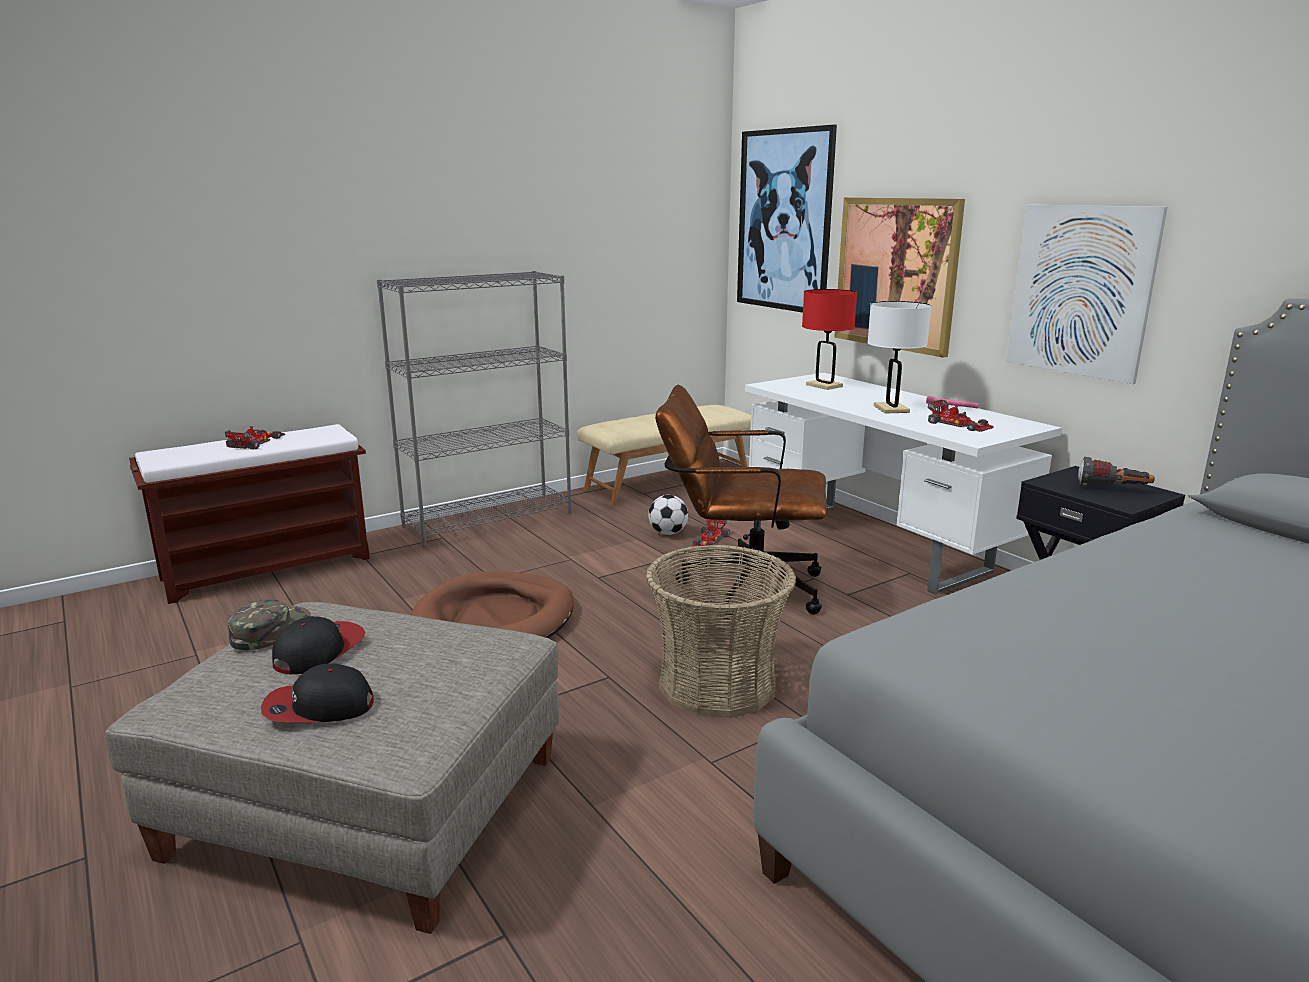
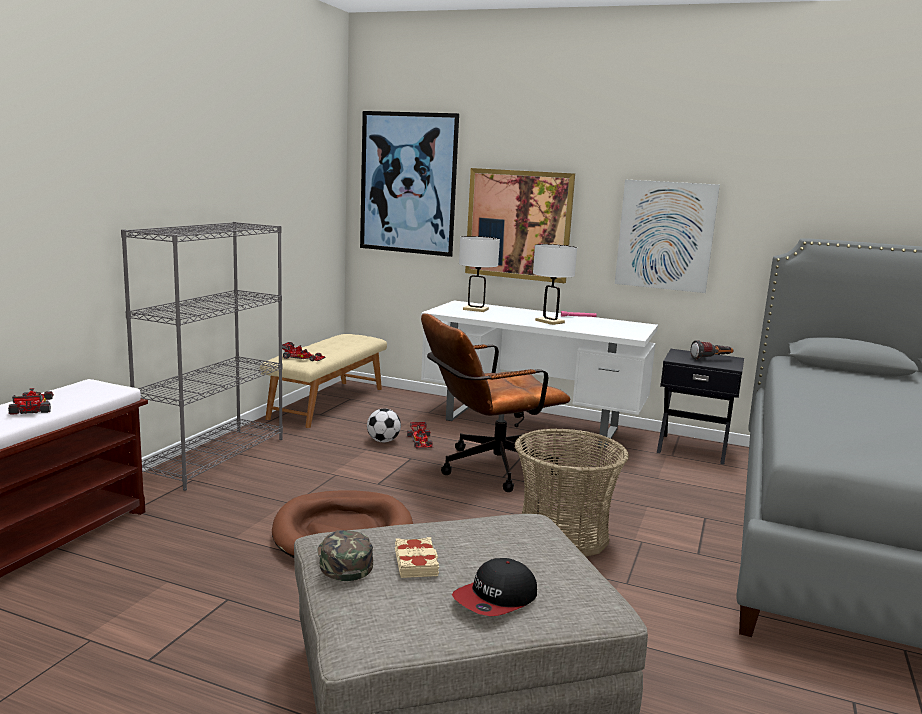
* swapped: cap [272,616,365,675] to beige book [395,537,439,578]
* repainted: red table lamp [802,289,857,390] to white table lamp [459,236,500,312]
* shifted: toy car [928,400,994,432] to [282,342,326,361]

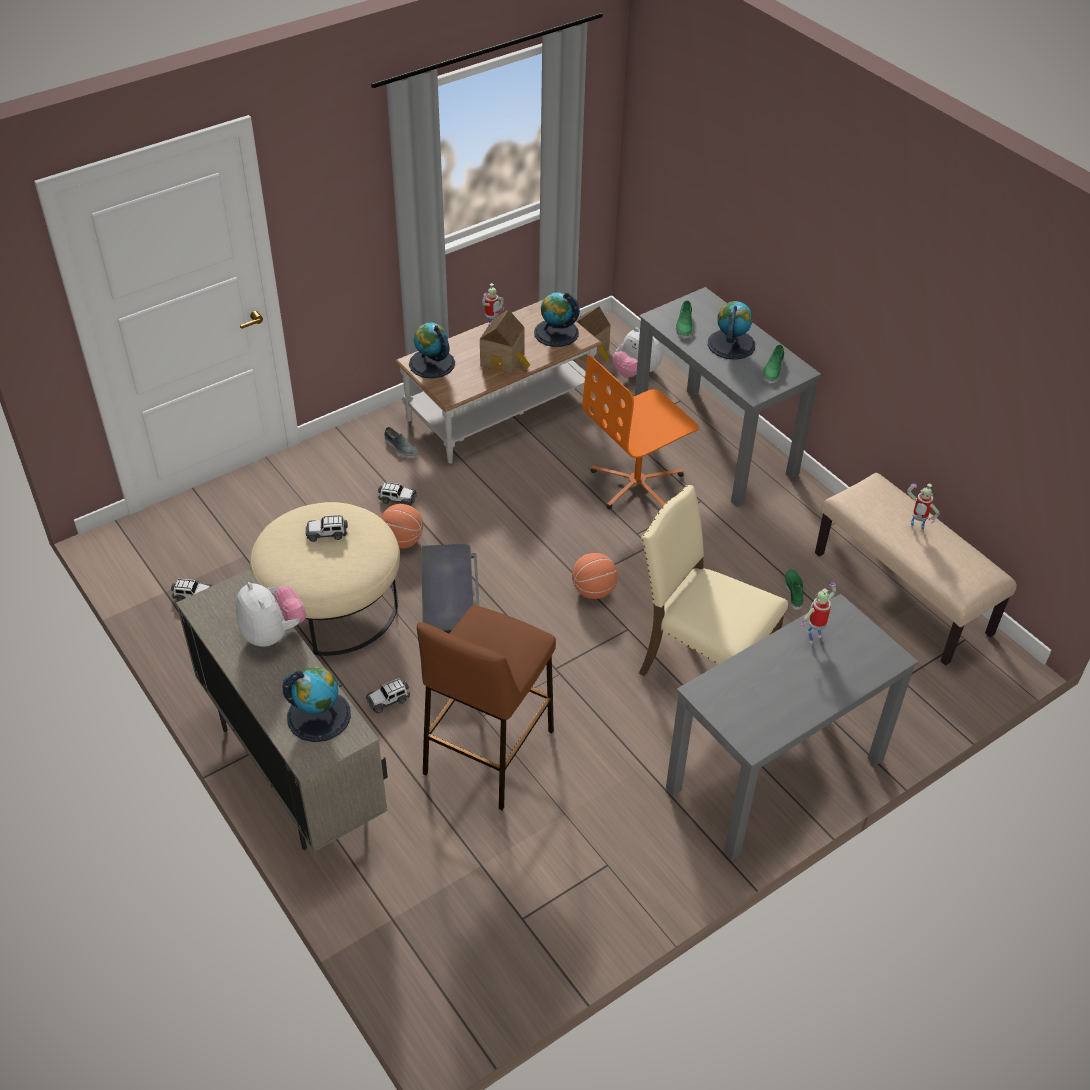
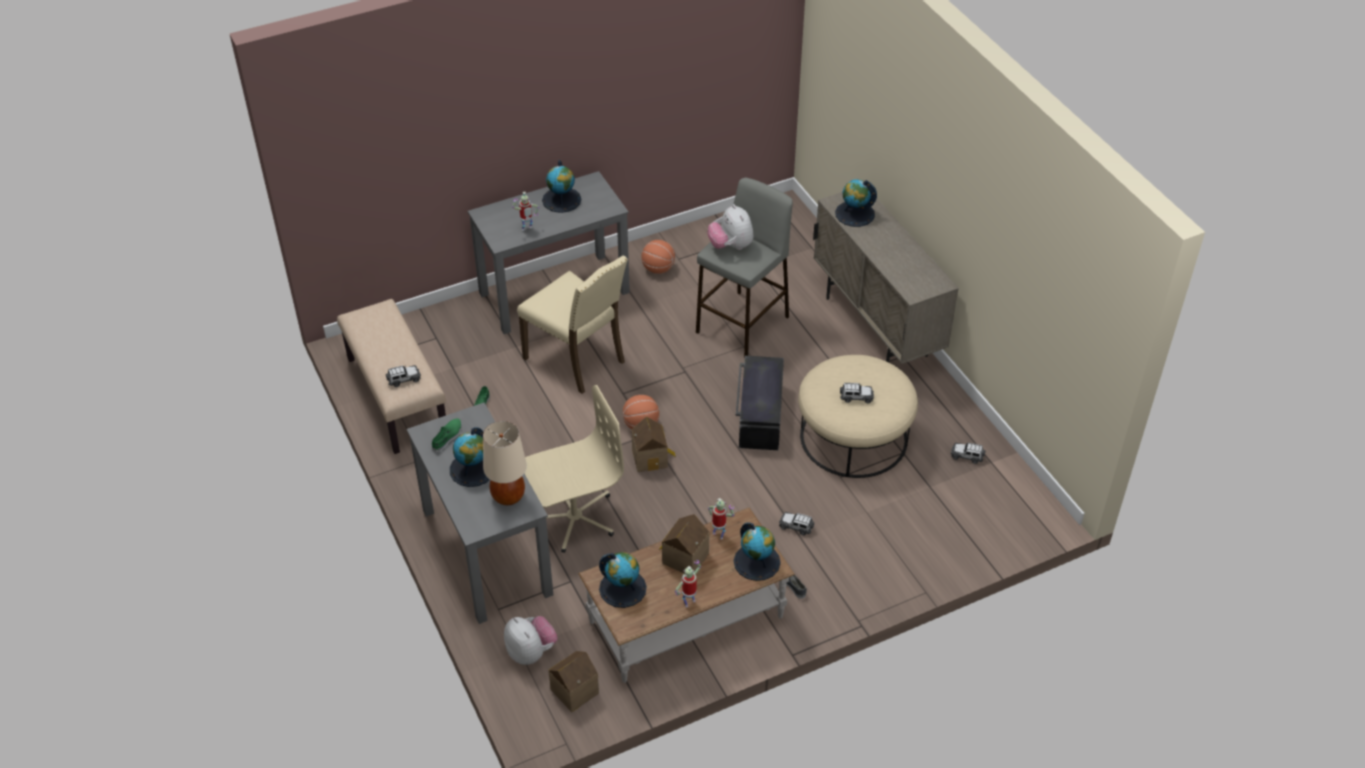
* shifted: plush toy [236,582,306,647] to [708,204,754,250]
* shifted: toy car [366,678,410,713] to [386,365,421,387]
* shifted: basketball [381,504,423,548] to [641,240,675,274]
* repainted: brown stool [417,605,556,810] to grey stool [696,178,793,358]
* repainted: orange office chair [583,355,699,510] to beige office chair [524,385,624,553]
* swapped: green shoe [676,301,692,339] to beige table lamp [483,421,527,505]
* shifted: toy robot [907,483,940,532] to [708,498,734,540]
* new: globe [542,160,581,213]
* new: toy house [631,416,676,472]

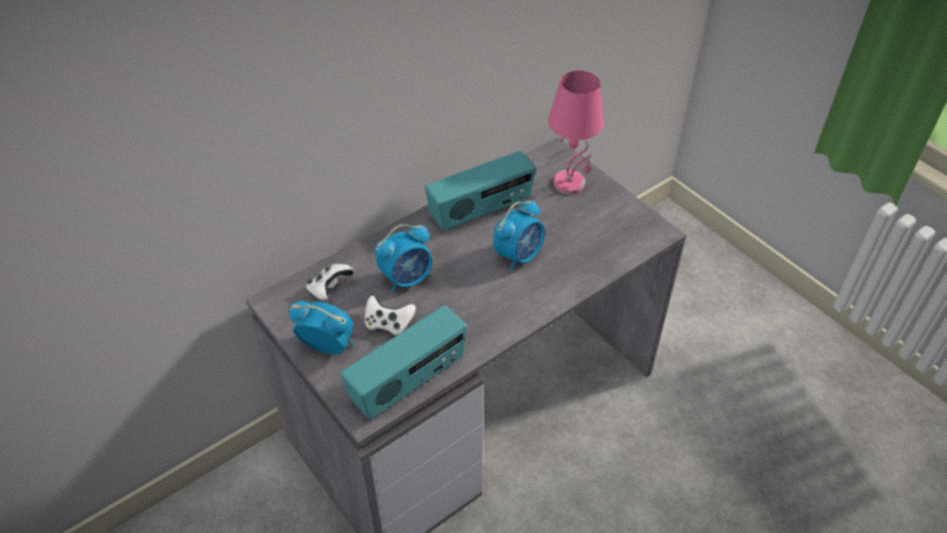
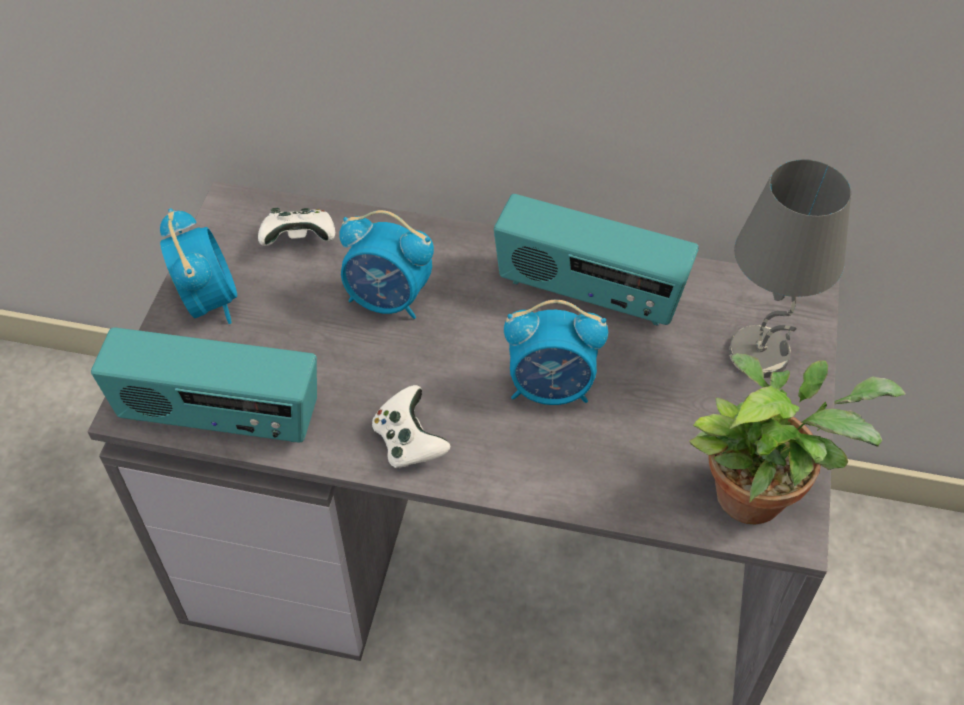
* shifted: white game controller [365,296,416,336] to [372,385,450,468]
* repainted: pink table lamp [548,70,604,195] to grey table lamp [729,159,851,378]
* new: potted plant [689,353,906,525]

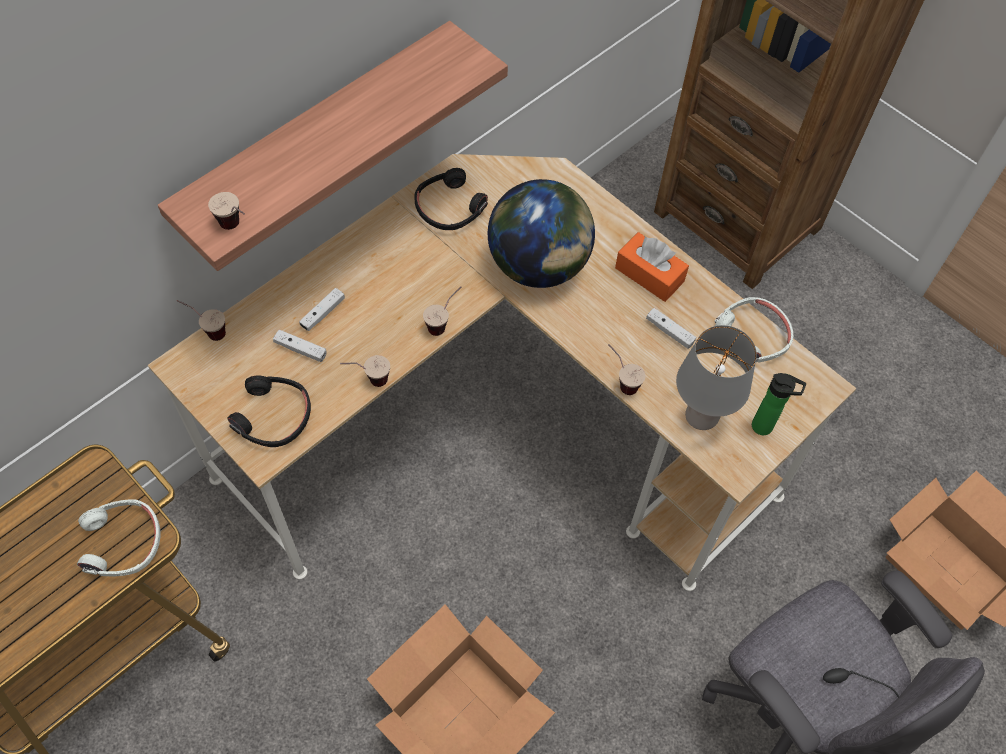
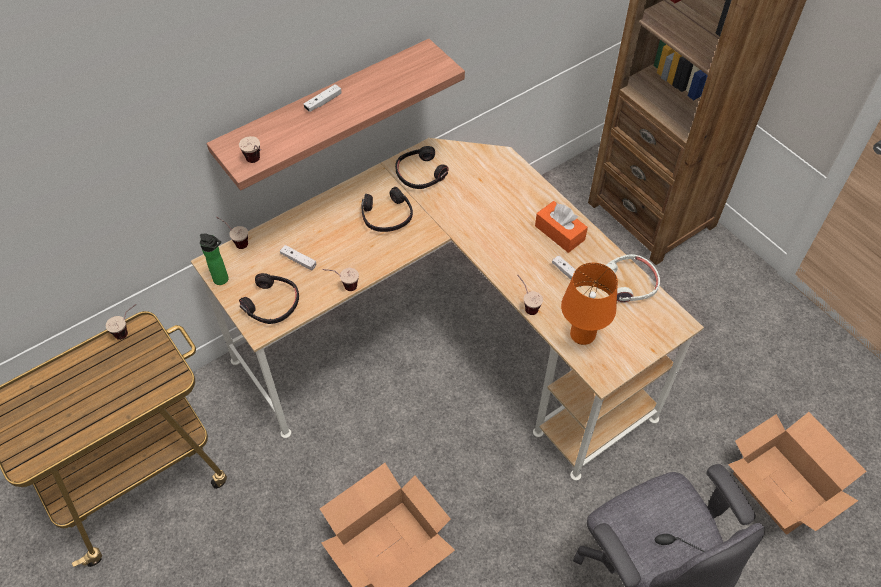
* gone: white headphones [77,499,160,577]
* shifted: white game controller [299,288,345,331] to [304,84,342,112]
* shifted: cup [423,286,461,336] to [106,304,136,340]
* gone: globe [488,179,595,288]
* repainted: grey table lamp [676,325,757,430] to orange table lamp [561,263,618,345]
* shifted: bottle [752,373,806,435] to [200,233,228,285]
* new: black headphones [361,187,413,232]

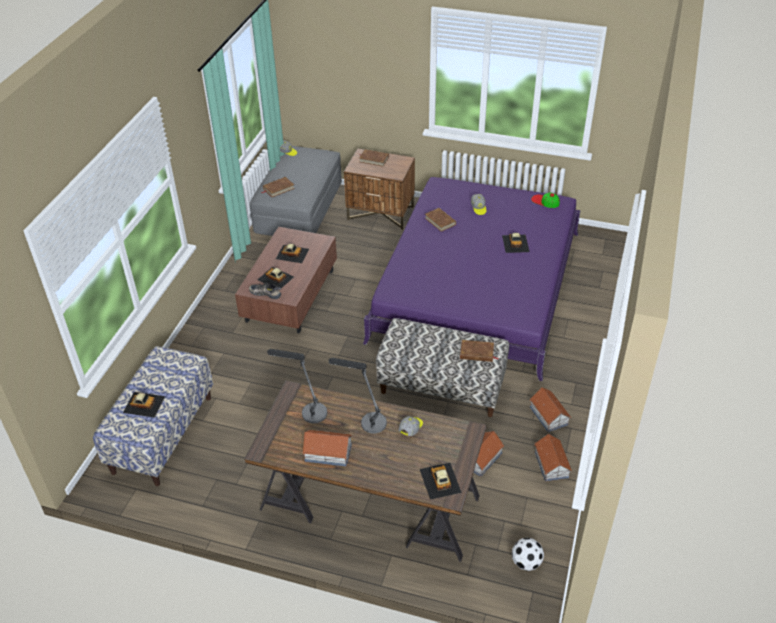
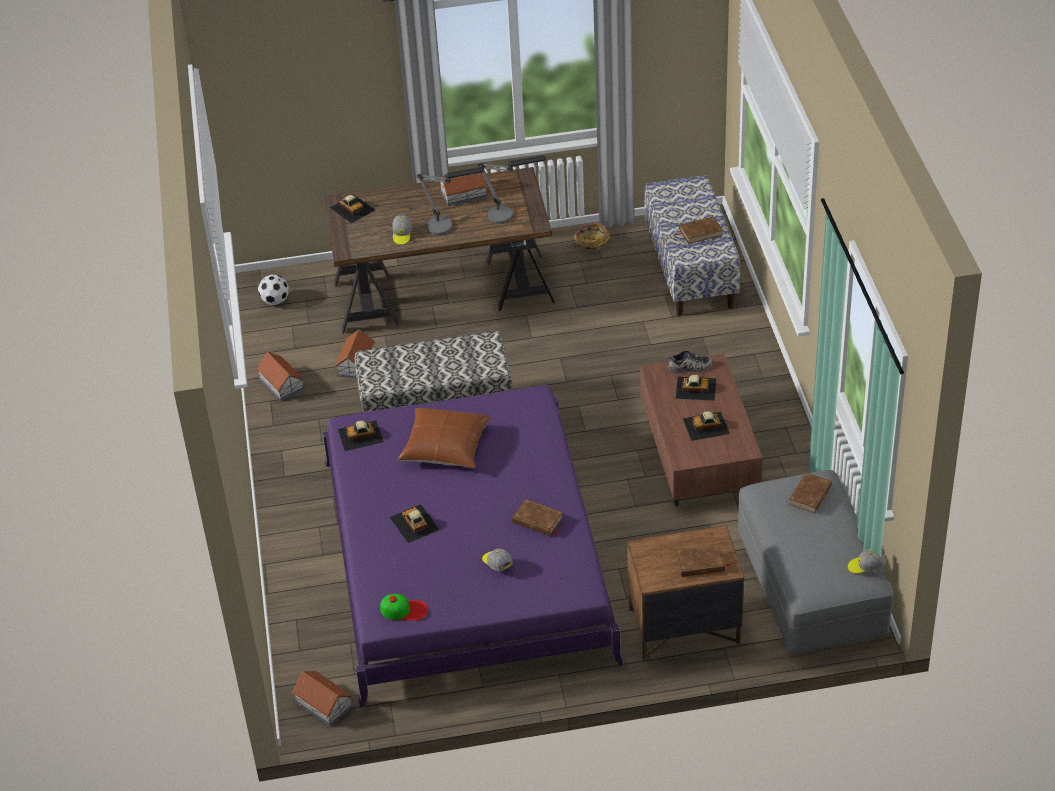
* shifted: toy car [123,392,165,417] to [338,420,384,451]
* shifted: brown book [460,340,499,362] to [676,216,723,244]
* shifted: toy house [530,387,571,432] to [292,671,353,727]
* new: brown pillow [398,408,491,468]
* new: basket [572,222,611,251]

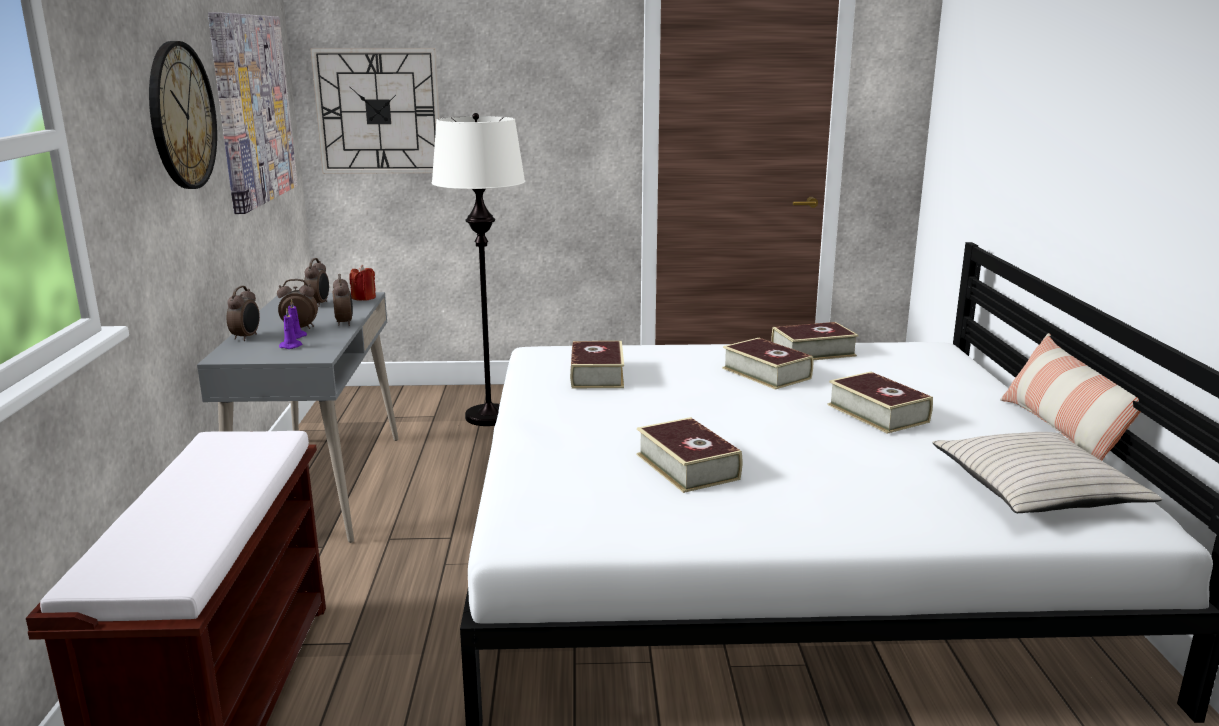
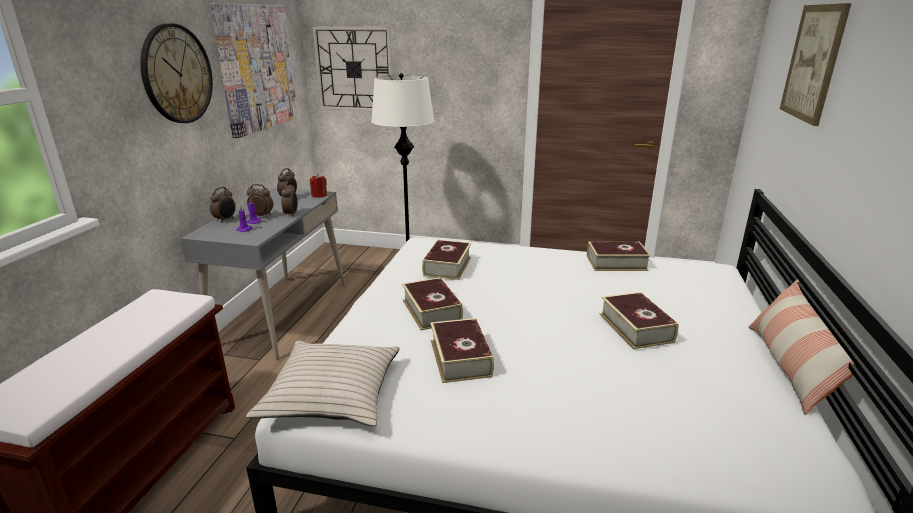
* shifted: book [722,338,813,390] to [402,277,463,330]
* shifted: beige pillow [933,432,1162,513] to [246,341,400,426]
* new: picture [780,3,851,126]

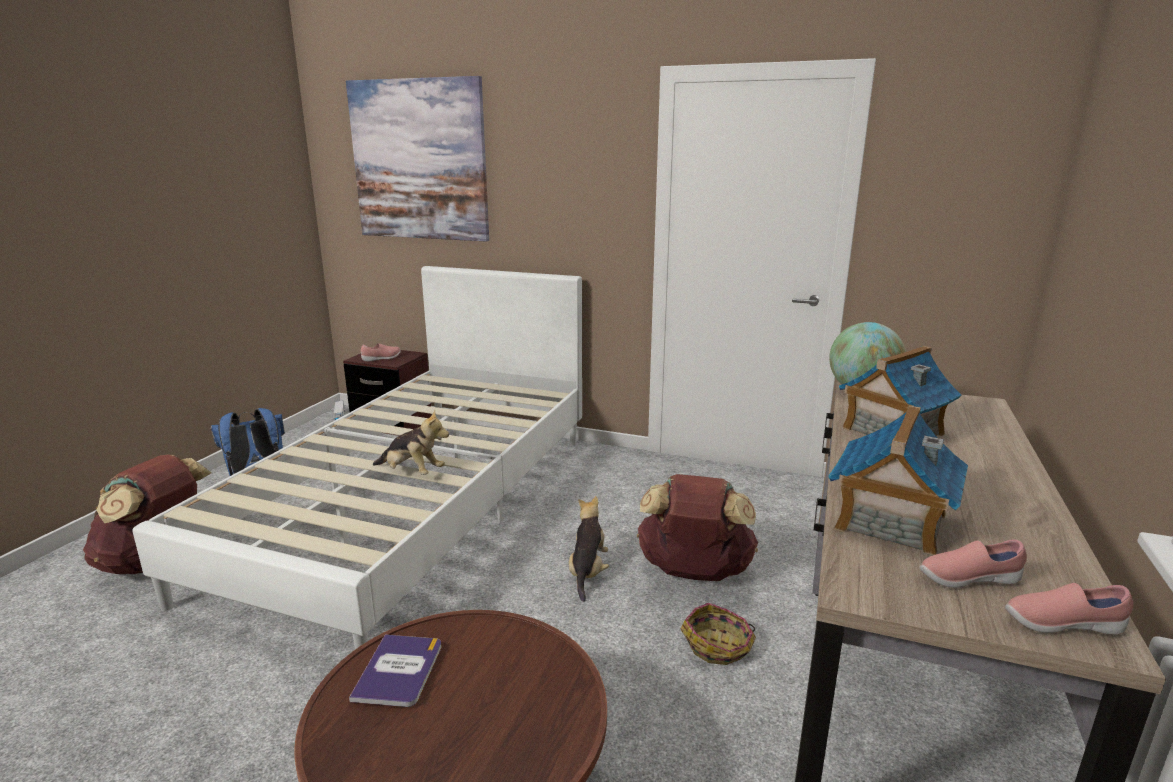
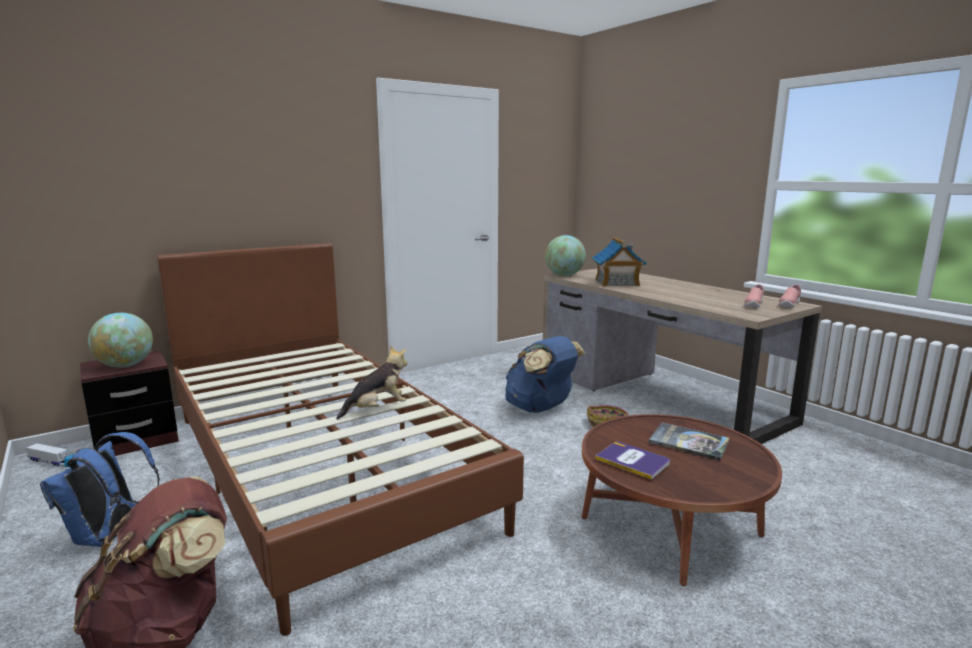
* repainted: white bed [132,266,582,649] to brown bed [157,243,524,636]
* gone: picture [346,76,489,242]
* swapped: pink shoe [361,343,401,361] to globe [88,313,153,367]
* gone: plush toy [569,496,609,602]
* repainted: brown backpack [637,474,758,581] to blue backpack [505,336,585,413]
* gone: toy house [828,406,968,556]
* new: book [649,422,729,461]

